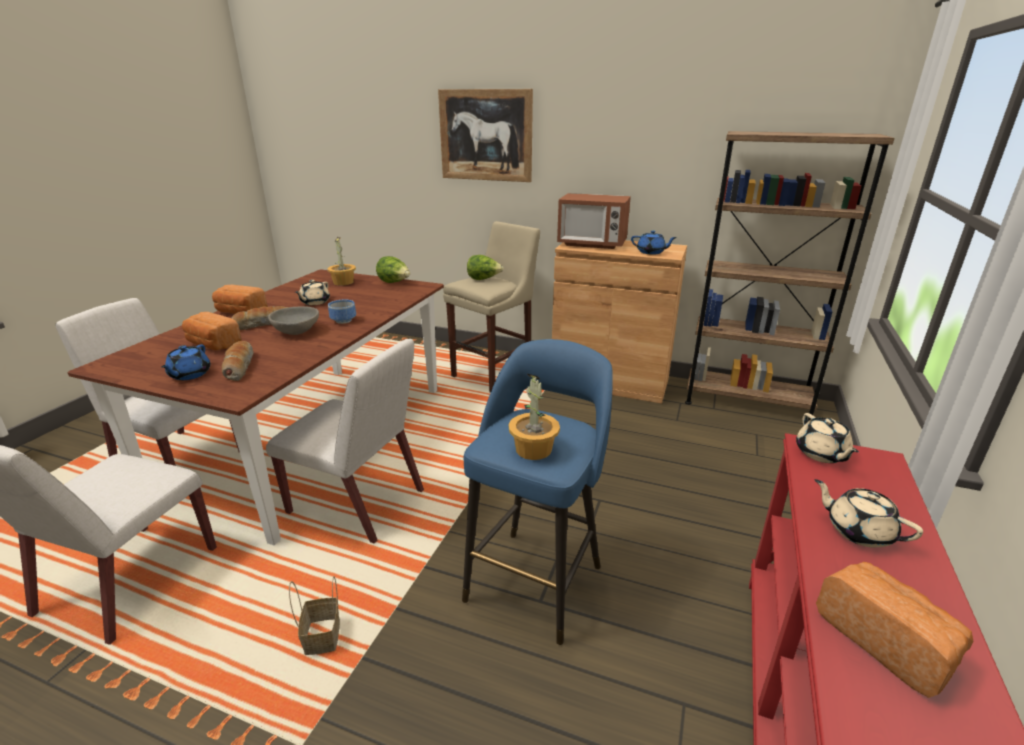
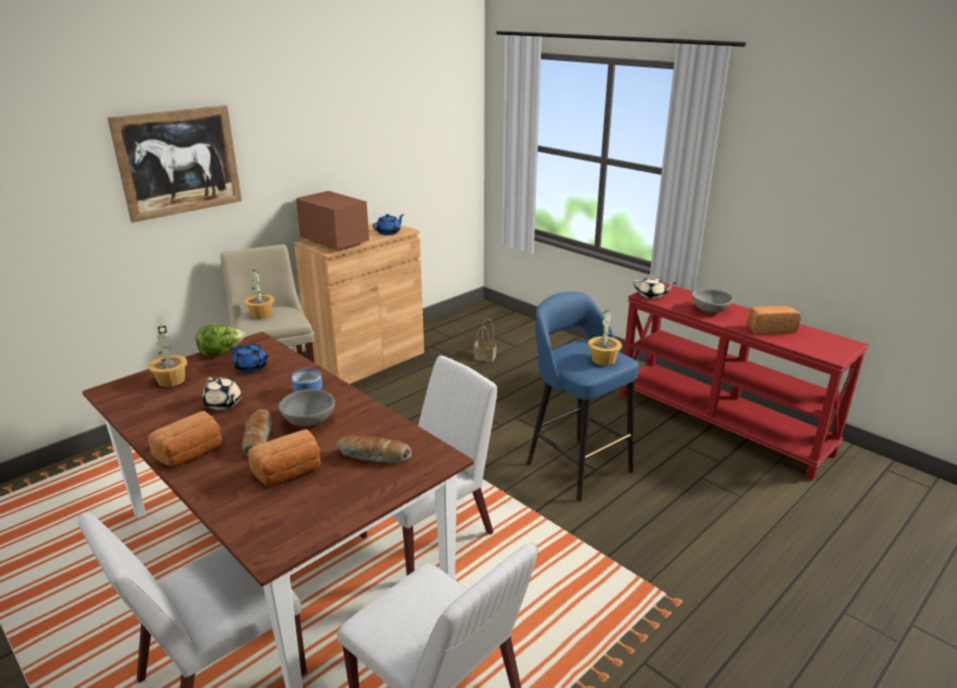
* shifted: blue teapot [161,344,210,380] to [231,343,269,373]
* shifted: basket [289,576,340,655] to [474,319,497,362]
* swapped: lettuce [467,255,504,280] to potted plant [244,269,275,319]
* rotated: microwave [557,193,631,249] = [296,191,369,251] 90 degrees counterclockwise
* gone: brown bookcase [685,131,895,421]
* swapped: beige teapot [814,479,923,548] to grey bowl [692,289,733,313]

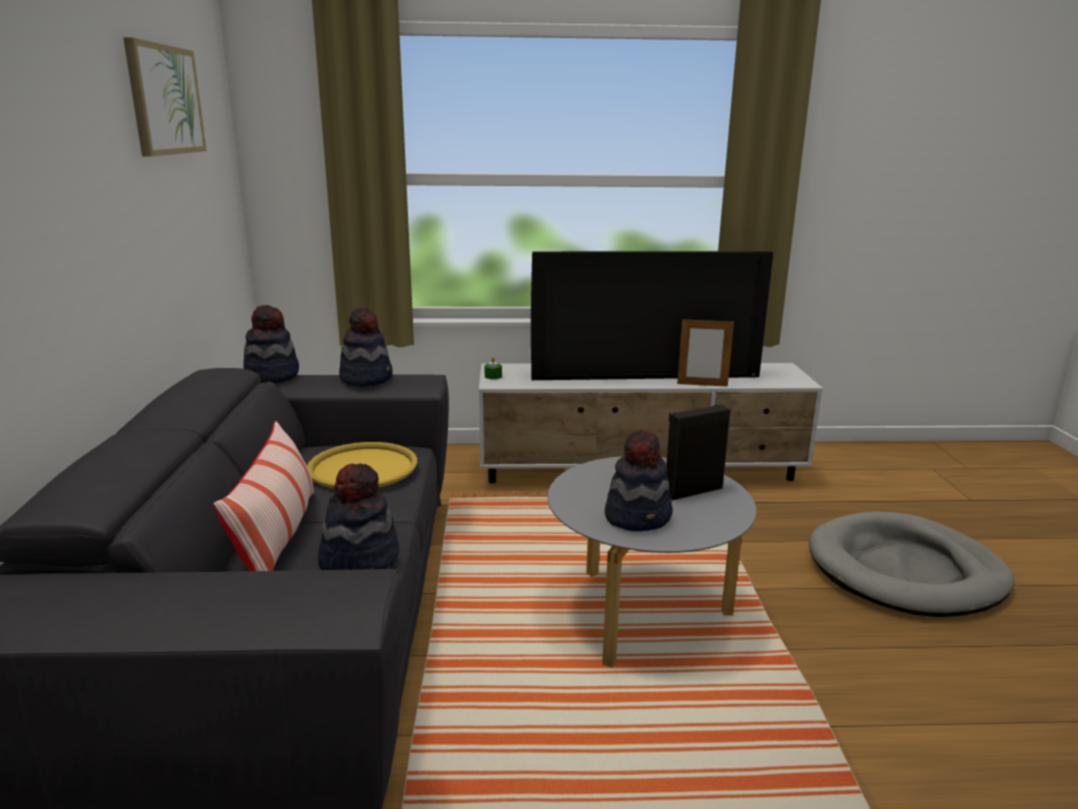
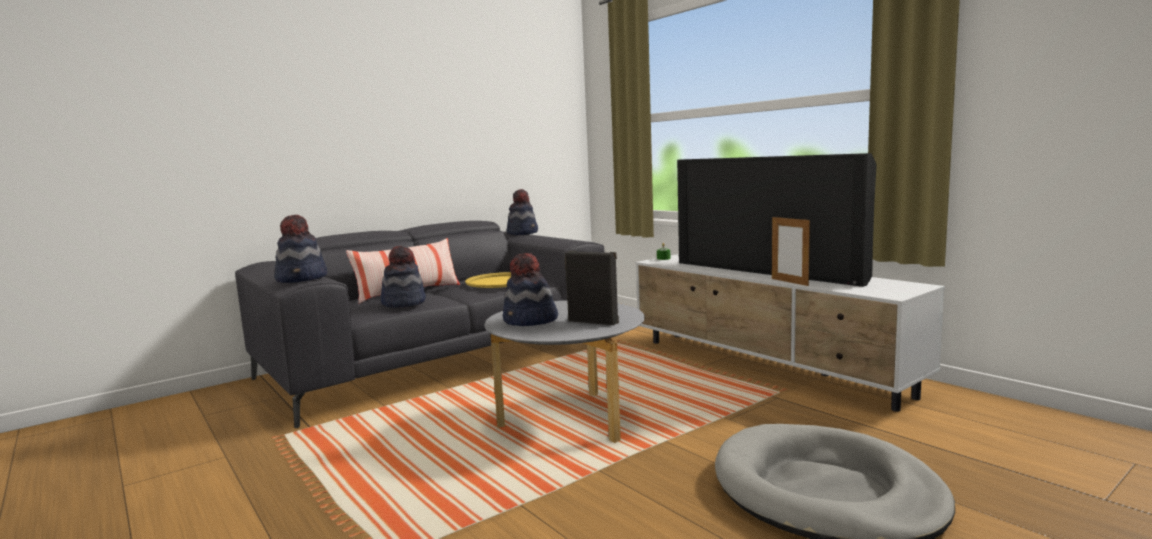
* gone: picture [123,37,206,156]
* shifted: hat [339,307,393,387] to [275,215,327,283]

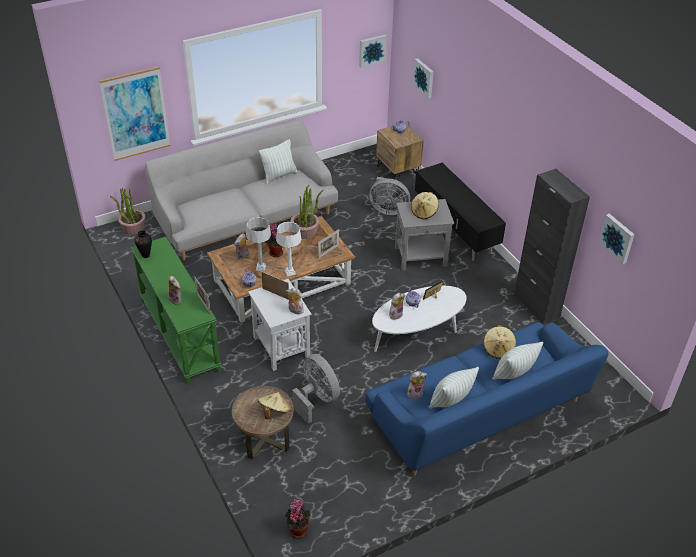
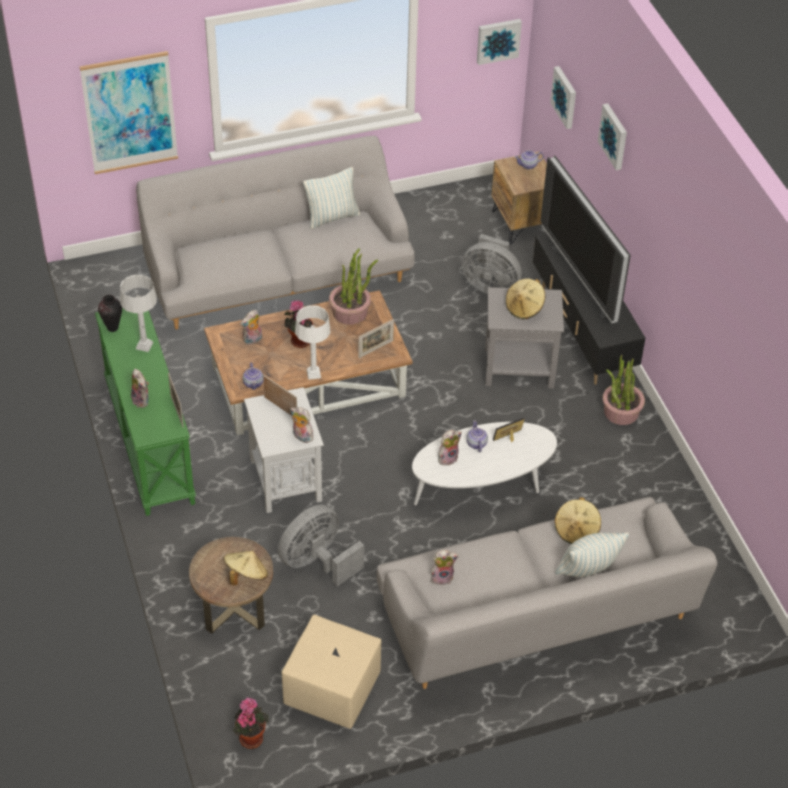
* shifted: potted plant [110,187,146,235] to [603,355,645,425]
* shifted: grey table lamp [246,217,271,271] to [120,275,157,352]
* rotated: grey fan [292,354,340,424] = [278,505,364,586] 105 degrees counterclockwise
* repainted: blue sofa [365,322,608,475] to grey sofa [377,497,718,689]
* gone: pillow [429,367,479,409]
* gone: black cabinet [514,169,590,324]
* shifted: picture [598,214,635,264] to [598,103,627,170]
* new: beige ottoman [282,615,381,729]
* new: television [540,156,631,323]

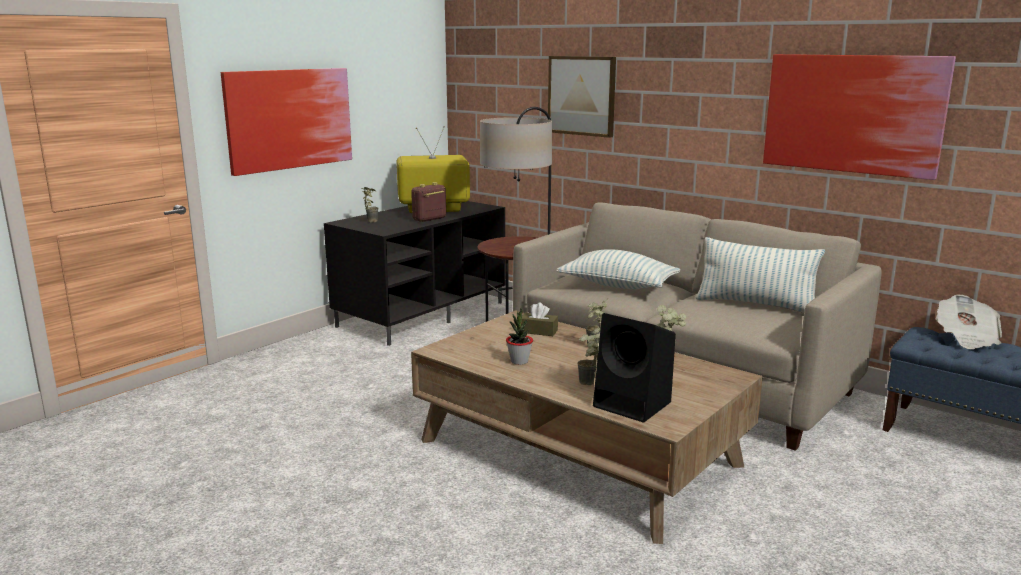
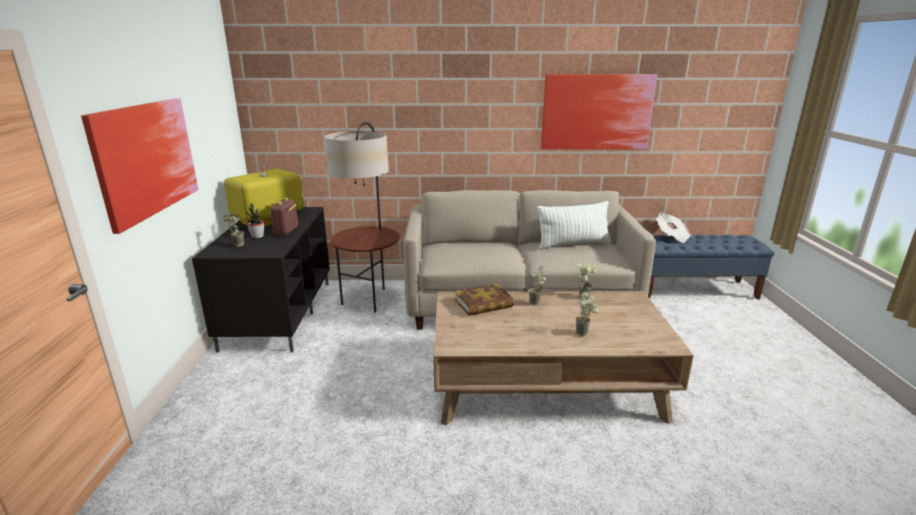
* shifted: potted plant [506,308,533,365] to [246,203,265,238]
* swapped: brown tissue box [521,302,558,336] to book [455,283,514,316]
* gone: picture [548,56,616,138]
* gone: pillow [556,249,681,289]
* gone: black speaker [593,313,676,423]

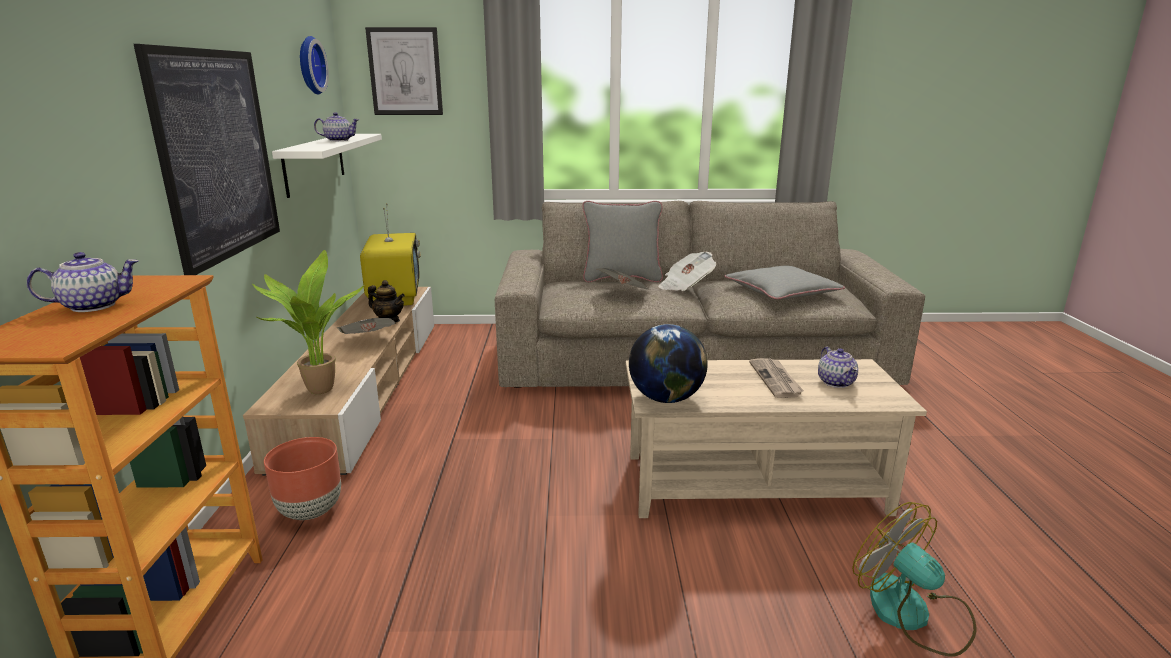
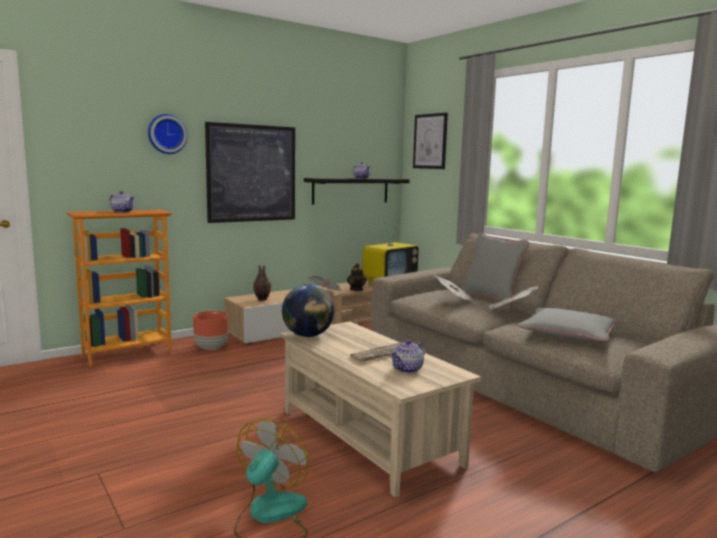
* swapped: potted plant [252,250,364,394] to vase [253,265,271,301]
* repainted: white shelf [272,134,382,198] to black shelf [304,178,409,204]
* shifted: wall clock [300,36,329,95] to [148,114,187,154]

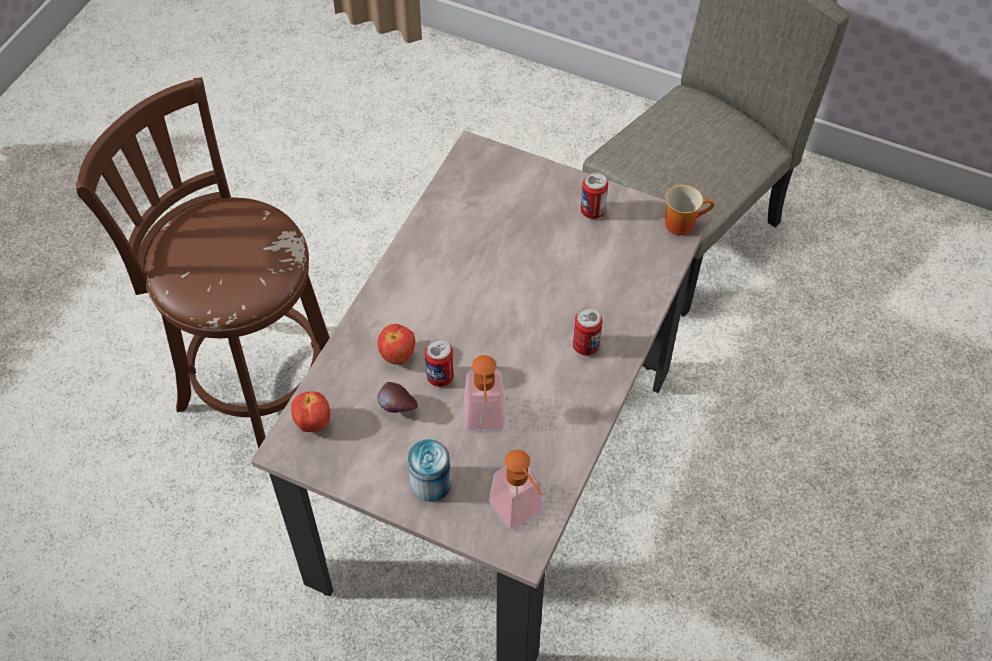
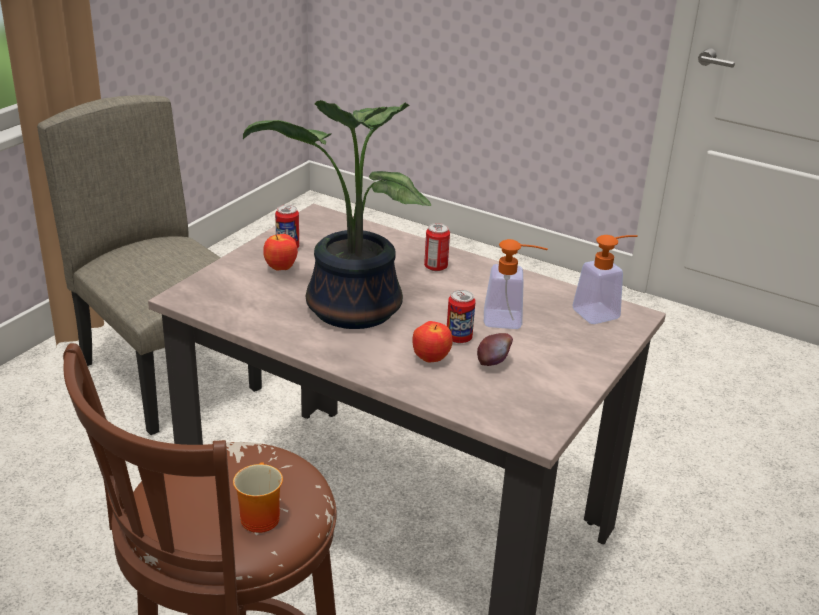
* shifted: apple [291,391,330,432] to [263,234,298,271]
* gone: can [408,439,451,502]
* shifted: mug [665,185,714,236] to [233,462,283,533]
* new: potted plant [243,100,431,329]

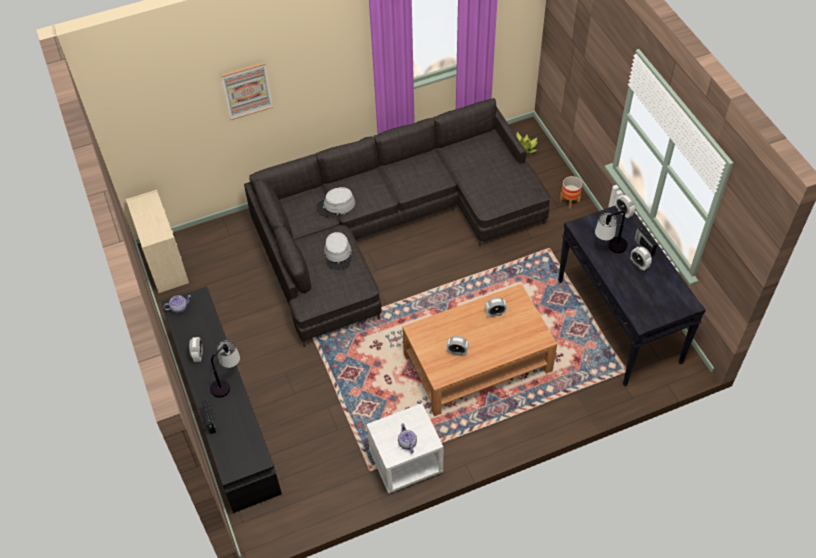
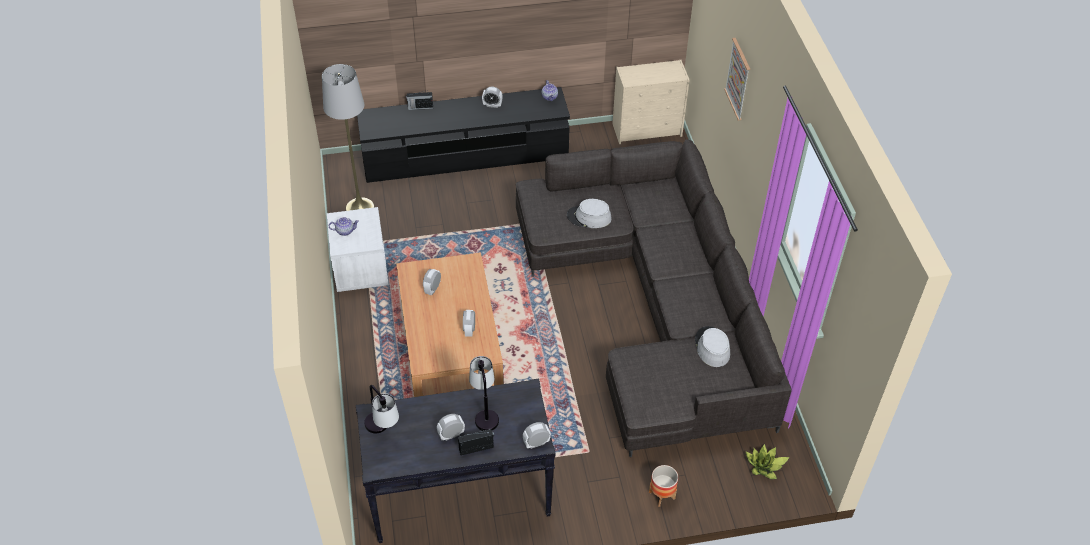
* shifted: table lamp [210,340,240,398] to [364,385,399,434]
* shifted: grey hat [316,187,355,217] to [695,326,730,367]
* new: grey floor lamp [322,64,375,211]

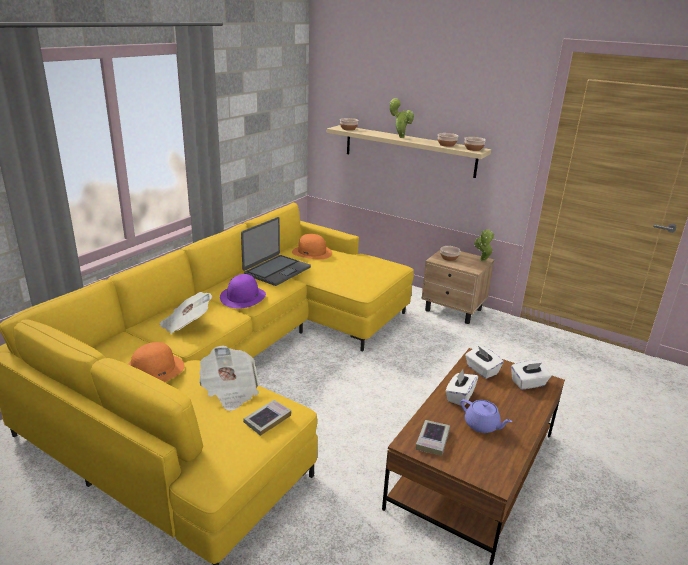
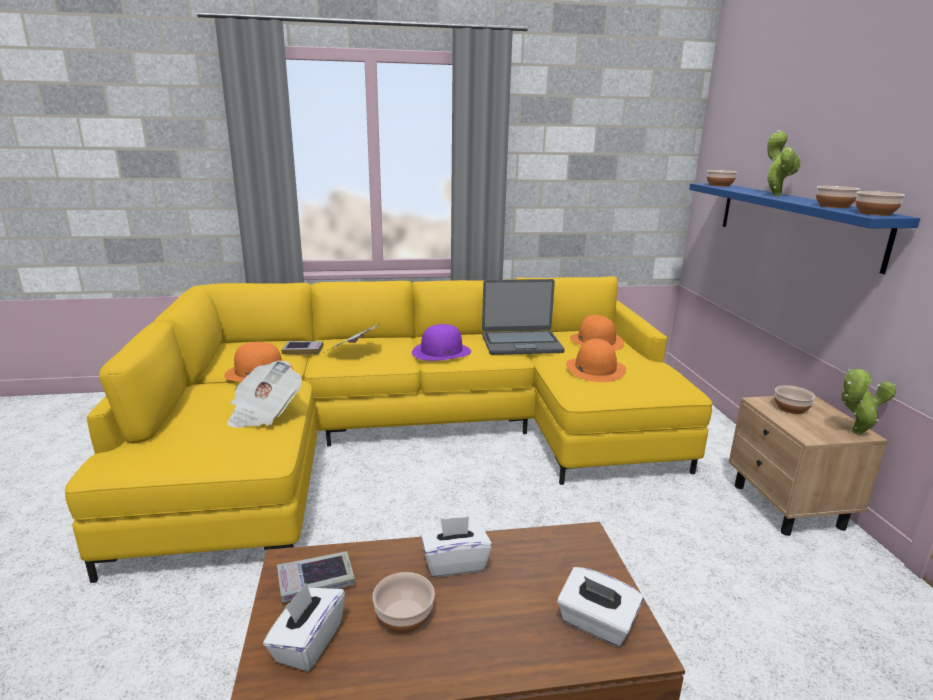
* shifted: book [243,400,291,436] to [281,341,324,355]
* repainted: beige shelf [327,125,491,178] to blue shelf [689,183,920,274]
* swapped: purple teapot [460,399,512,433] to bowl [372,572,435,634]
* shifted: white tissue box [465,345,504,379] to [263,582,345,672]
* new: orange hat [566,339,626,382]

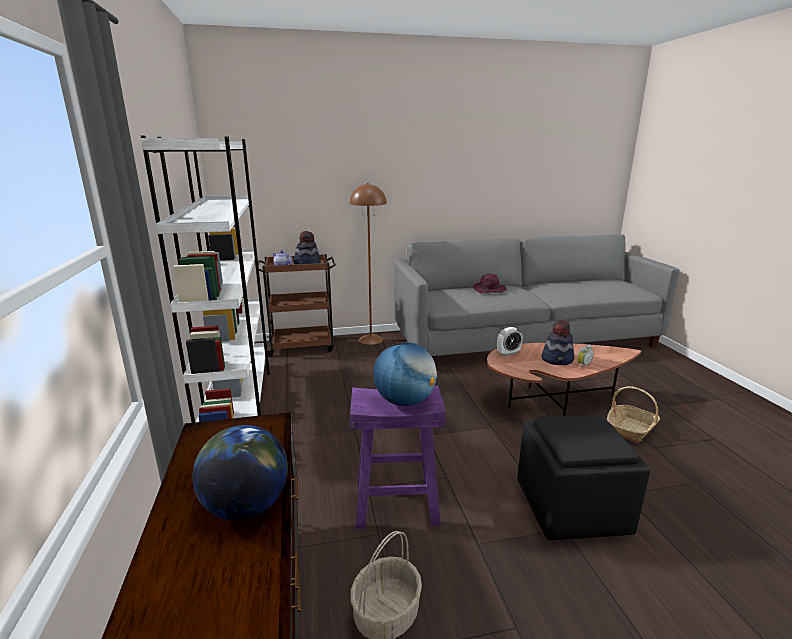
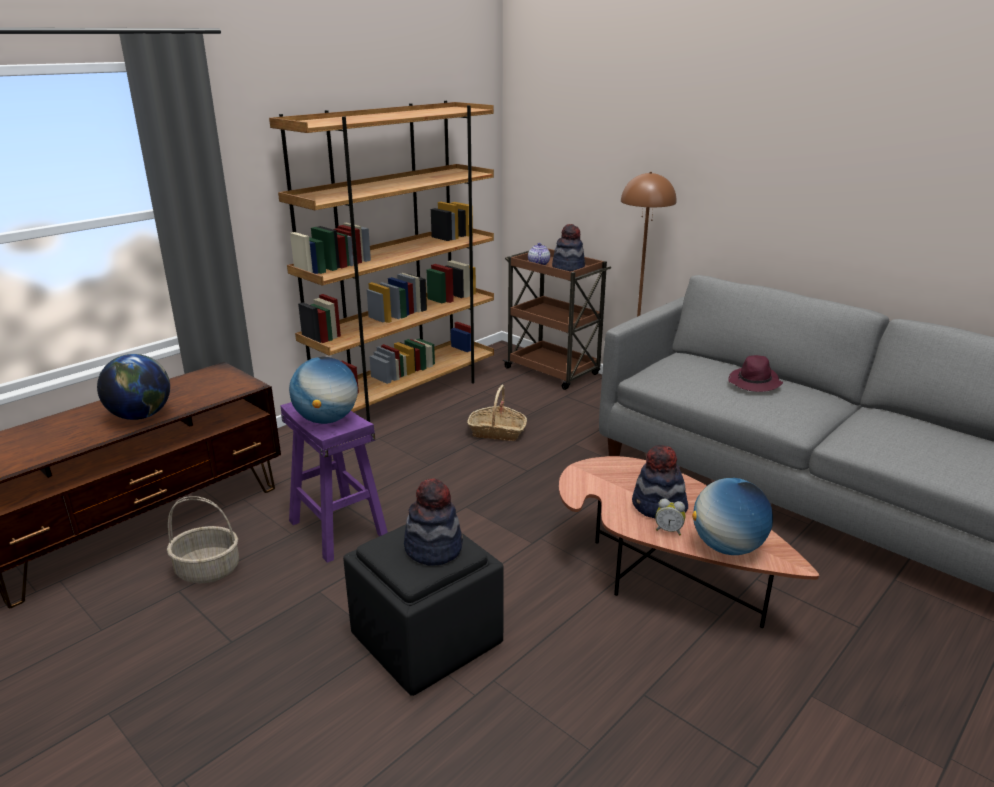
* repainted: white bookcase [141,136,270,423] to brown bookcase [269,101,494,422]
* gone: alarm clock [497,327,522,356]
* shifted: basket [607,386,660,443] to [467,385,527,441]
* new: hat [404,478,463,566]
* new: globe [692,478,773,555]

